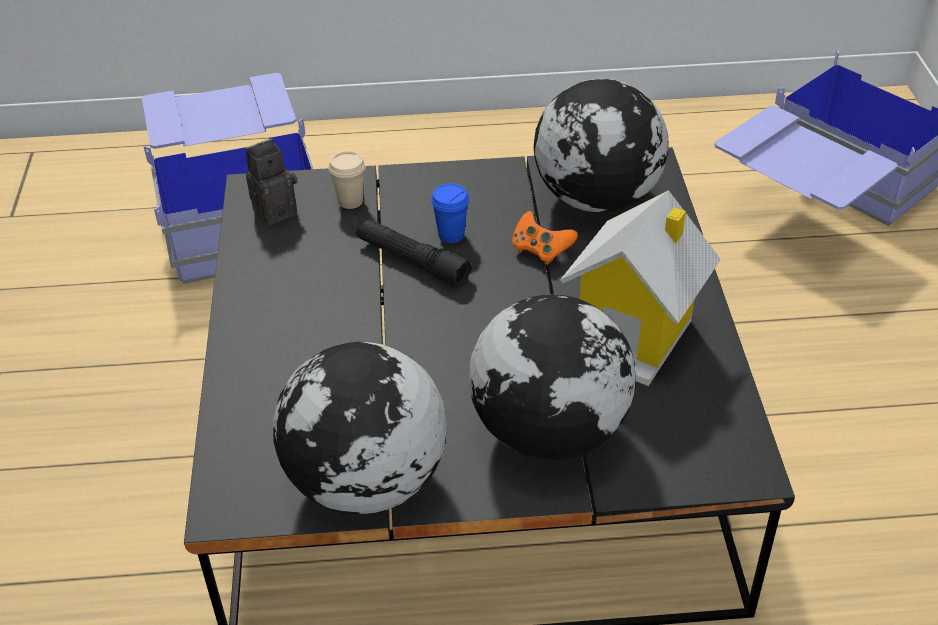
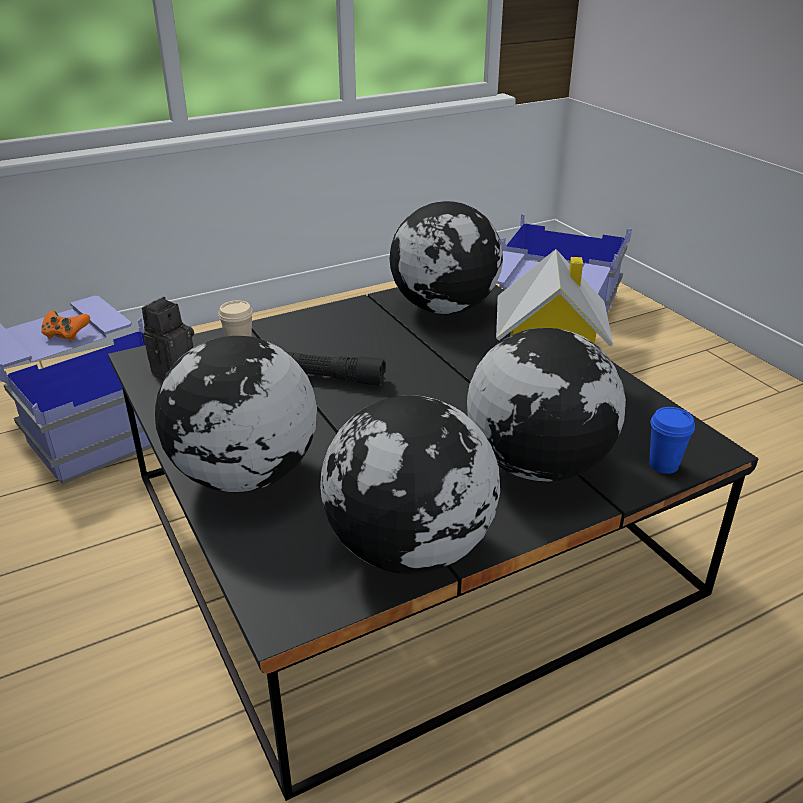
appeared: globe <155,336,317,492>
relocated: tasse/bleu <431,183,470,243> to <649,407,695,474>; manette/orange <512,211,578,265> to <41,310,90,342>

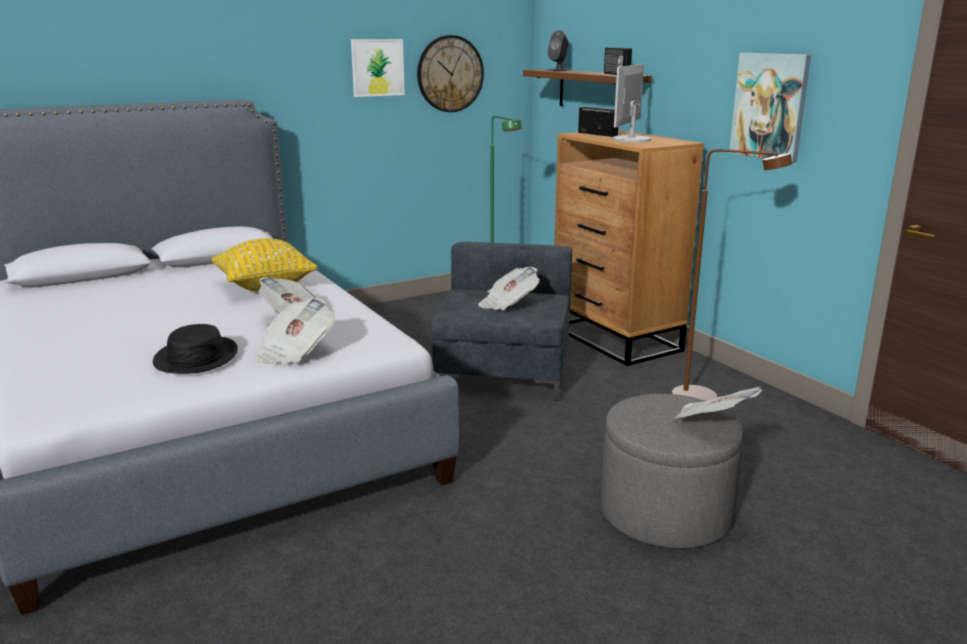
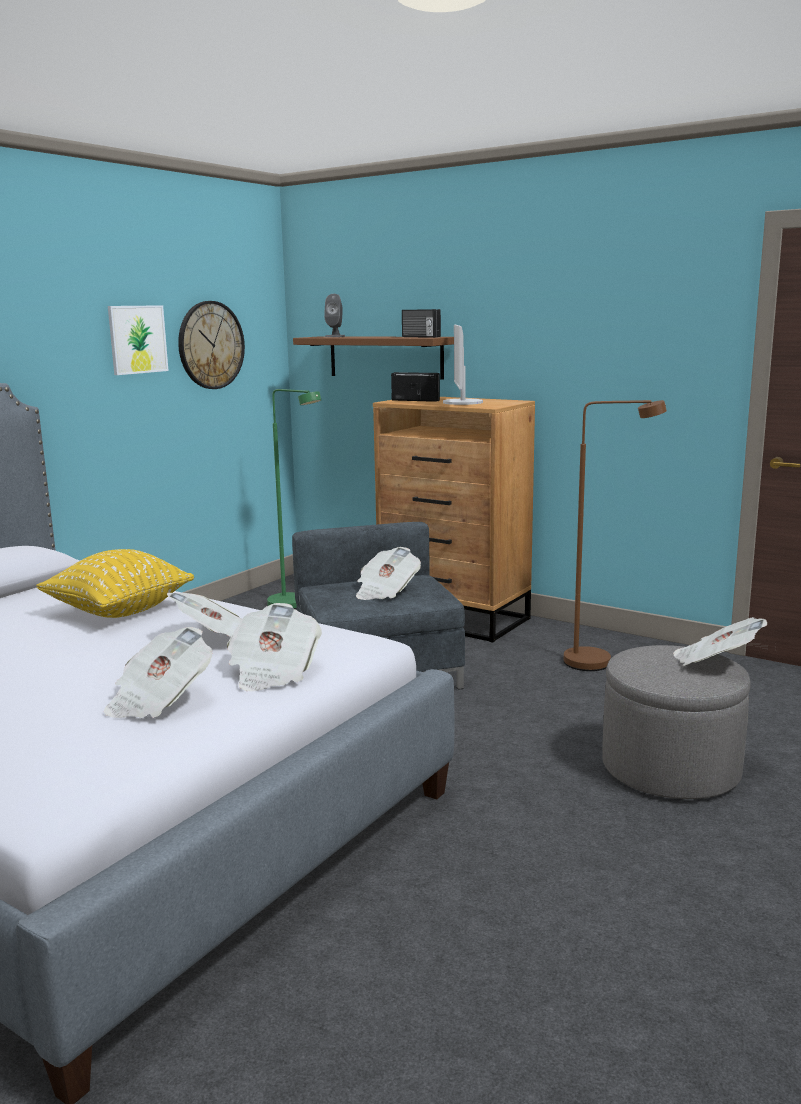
missing: tableau <729,53,811,163>
exchanged: chapeau/noir <153,324,238,374> to journal <104,627,212,718>

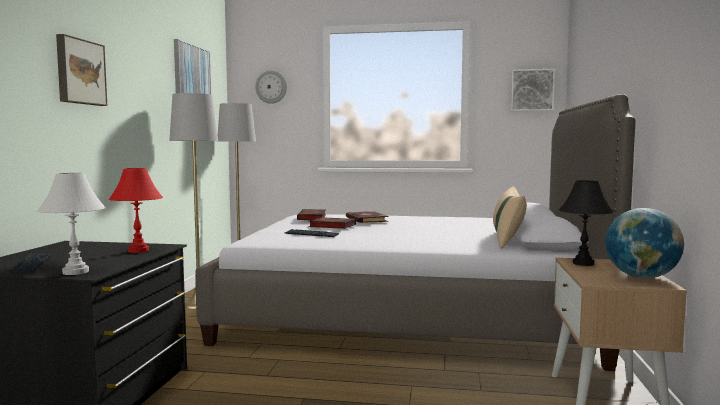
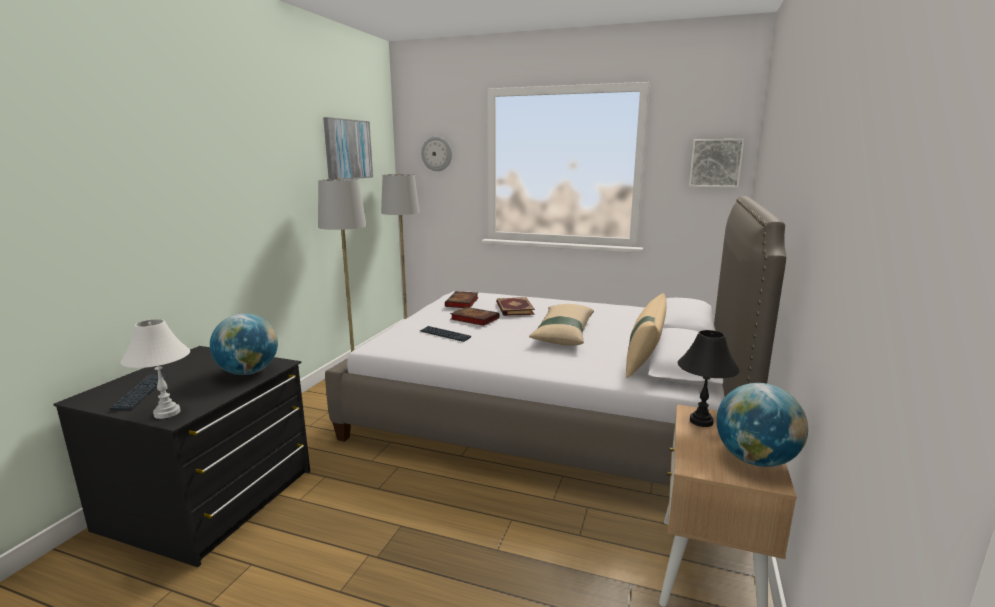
missing: tableau <56,34,107,106>
appeared: coussin/beige <529,304,594,346>
exchanged: lampe de table/rouge <109,168,163,253> to globe <210,313,278,375>

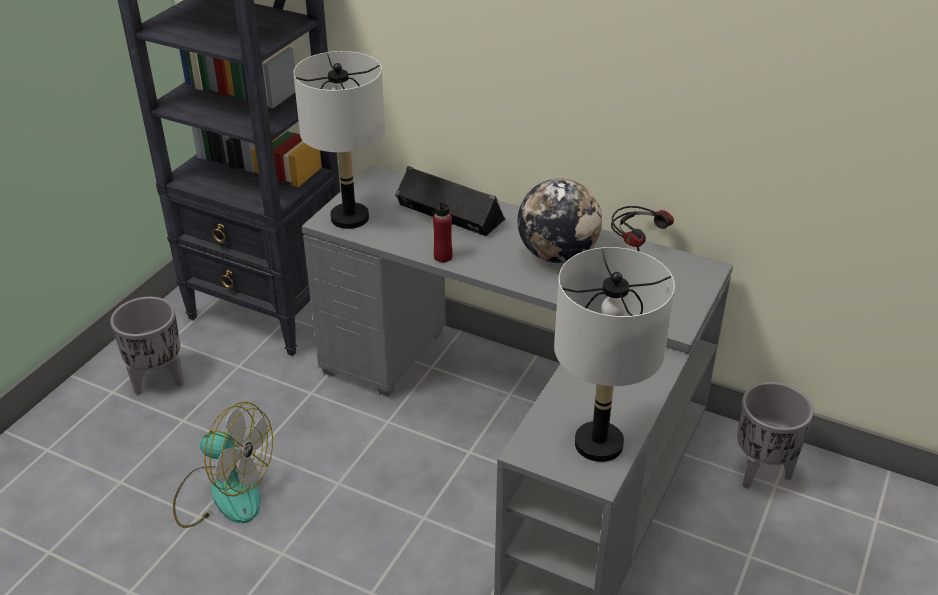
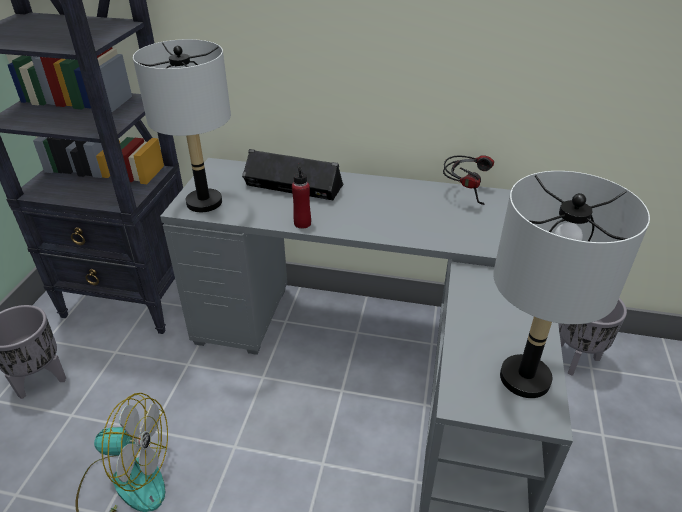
missing: globe <518,179,602,263>

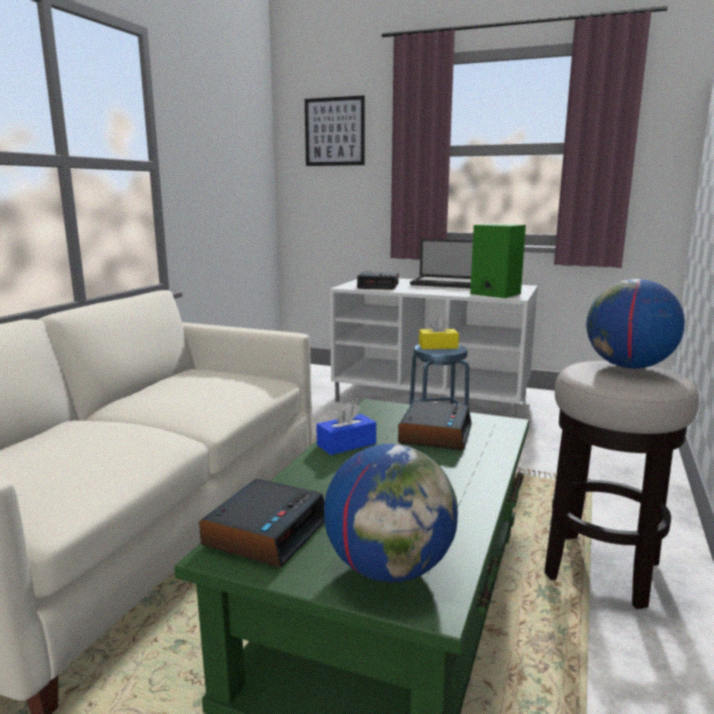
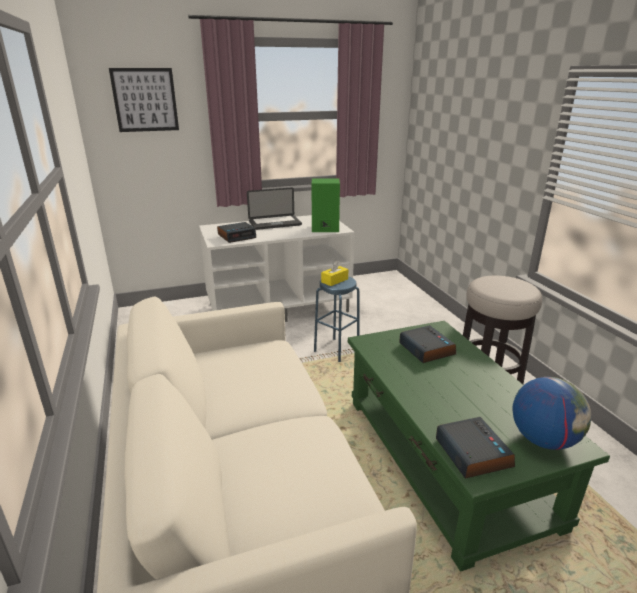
missing: boîte à mouchoirs/bleu <316,402,376,455>; globe <586,279,685,369>

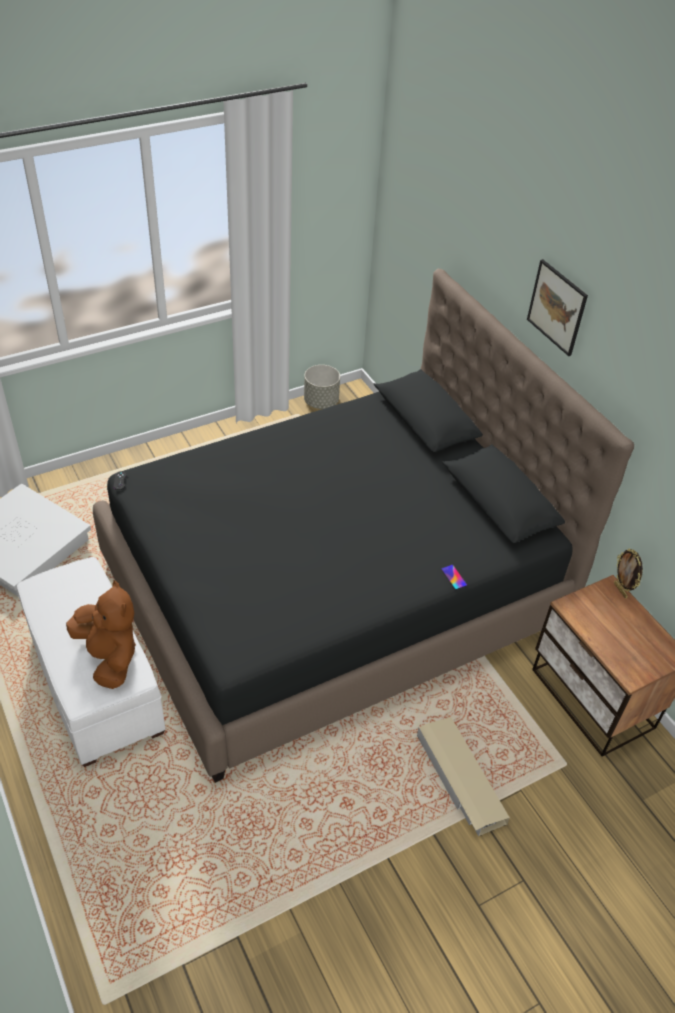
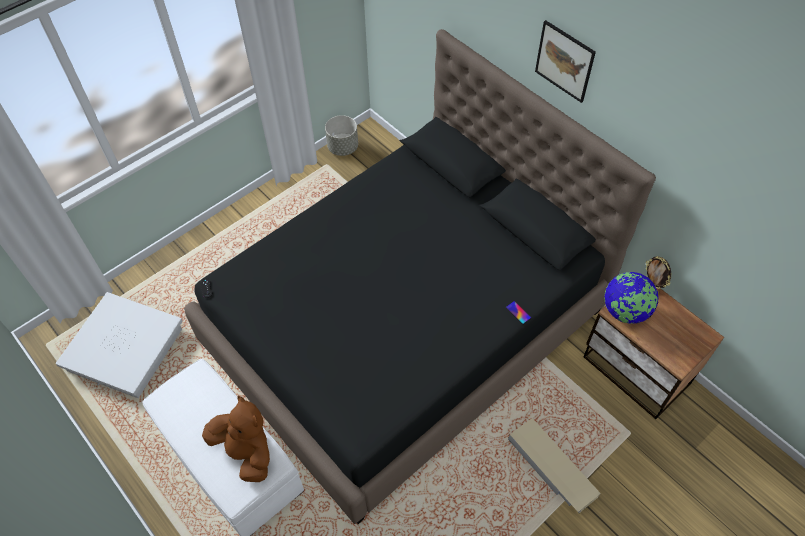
appeared: globe <604,272,659,324>

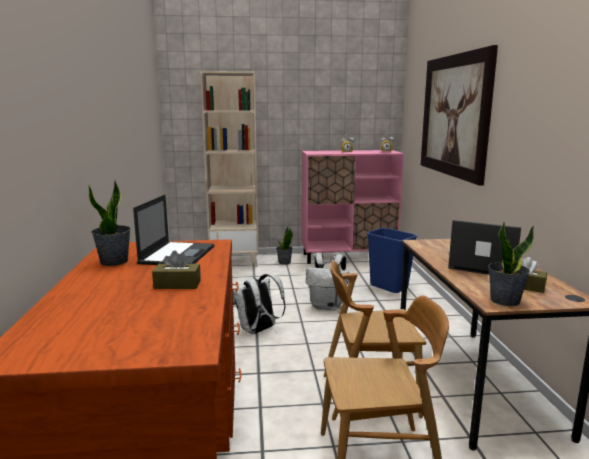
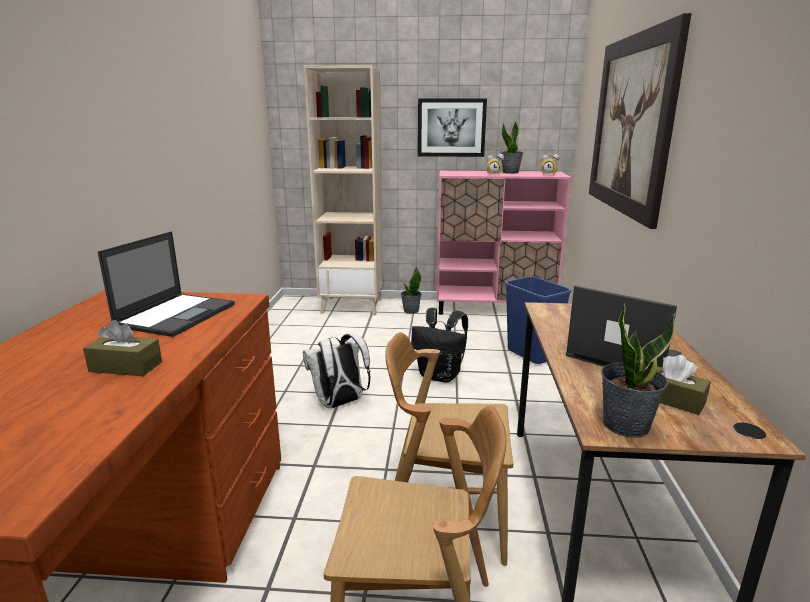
appeared: tableau <418,98,487,157>
relocated: plante en pot <88,180,131,266> to <501,121,523,174>
colour: sac à dos/blanc <306,253,349,310> to sac à dos/noir <411,308,468,382>

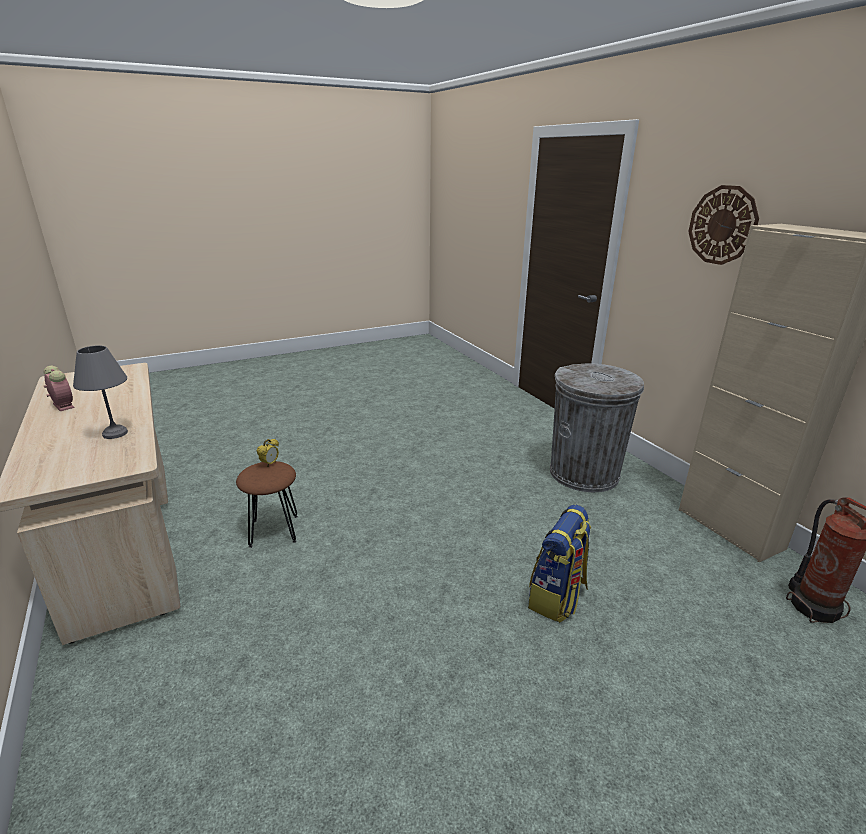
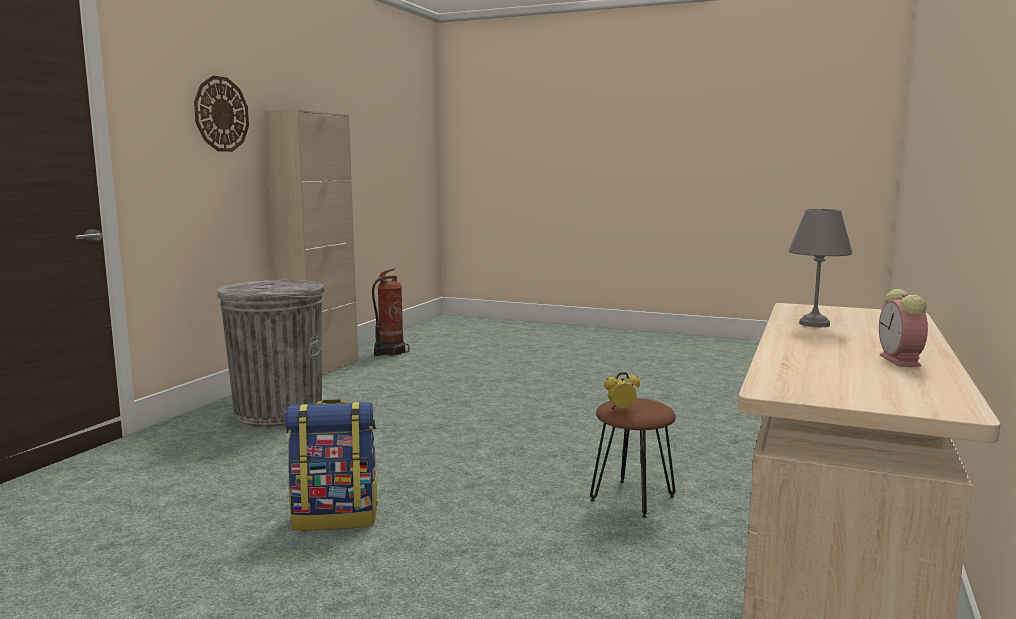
relocated: sac à dos <528,505,591,623> to <285,399,378,531>

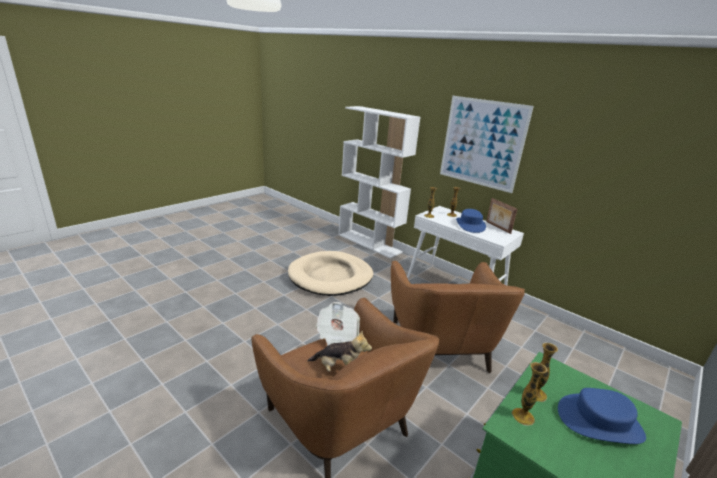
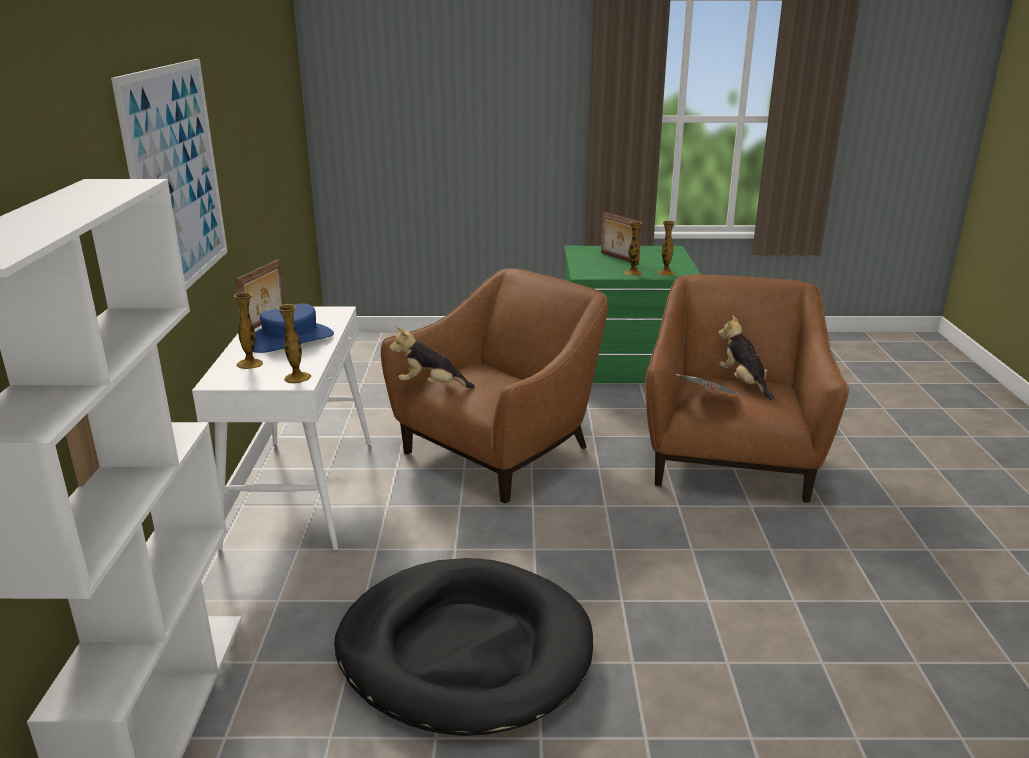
appeared: peluche <390,326,475,389>
exchanged: chapeau/bleu <558,388,646,444> to cadre photo <601,212,642,265>
colour: panier pour chien/beige <288,251,373,296> to panier pour chien/noir <334,558,593,736>

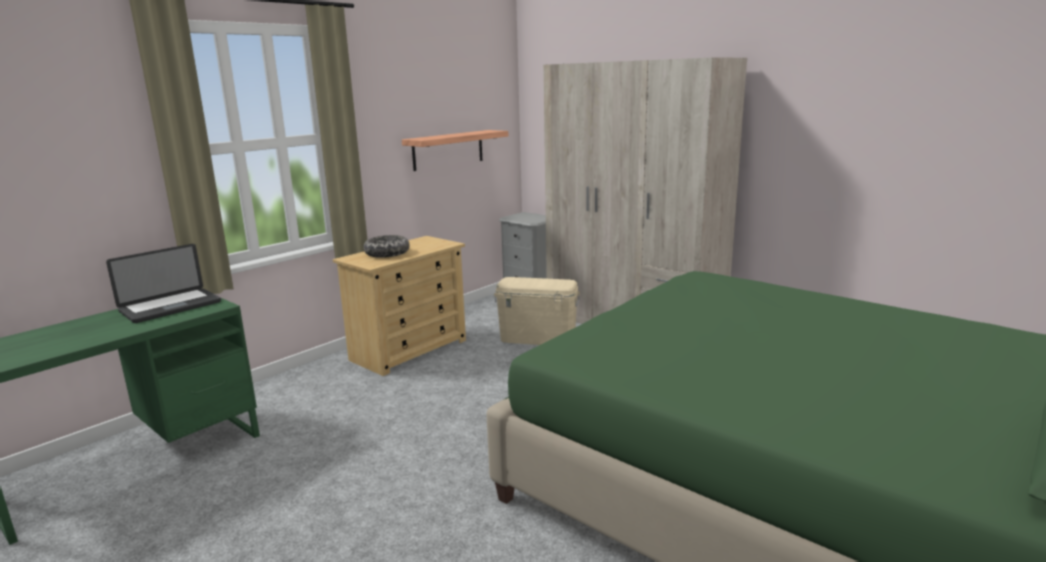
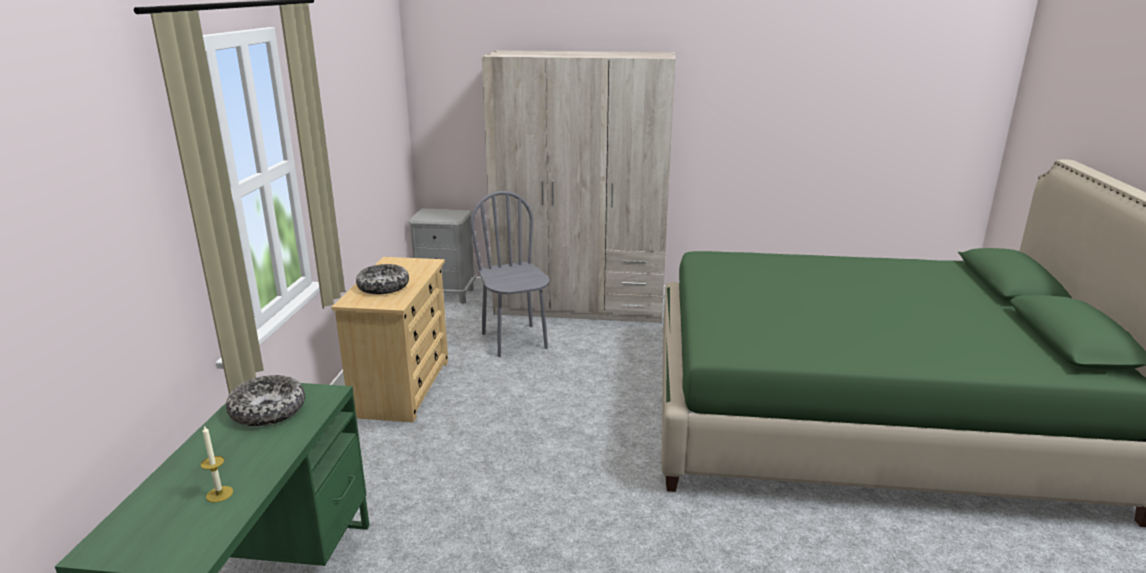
missing: étagère <402,130,508,171>
appeared: bougie <201,426,233,503>
exchanged: ordinateur portable <106,244,221,323> to bol <226,375,305,426>; boîte de rangement/beige <494,277,580,345> to chaise/gris <470,191,550,357>

